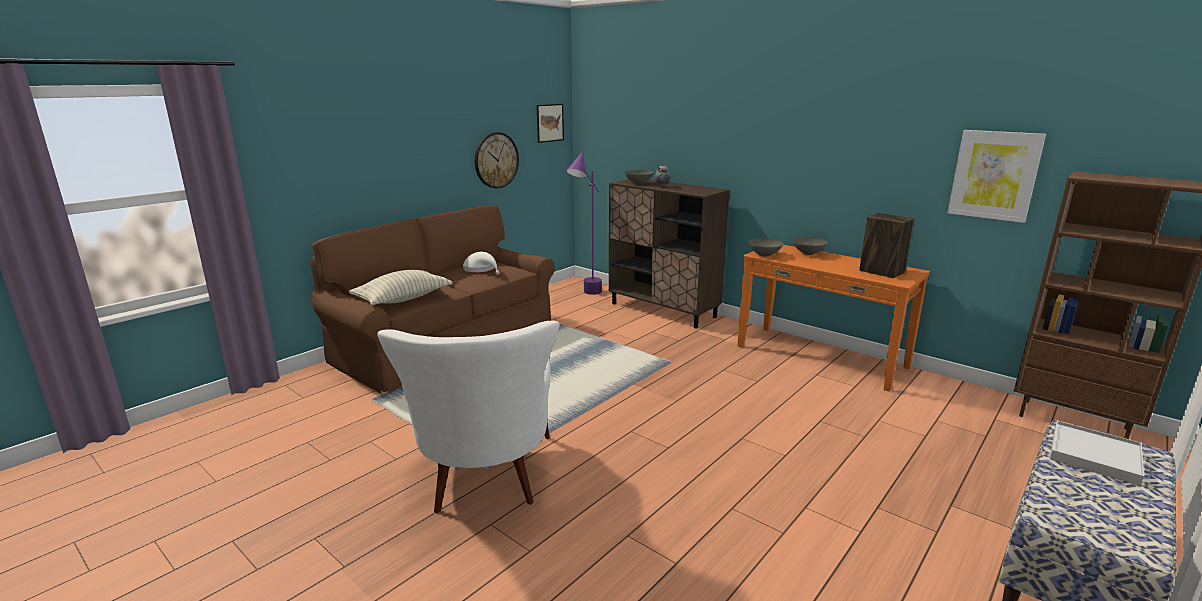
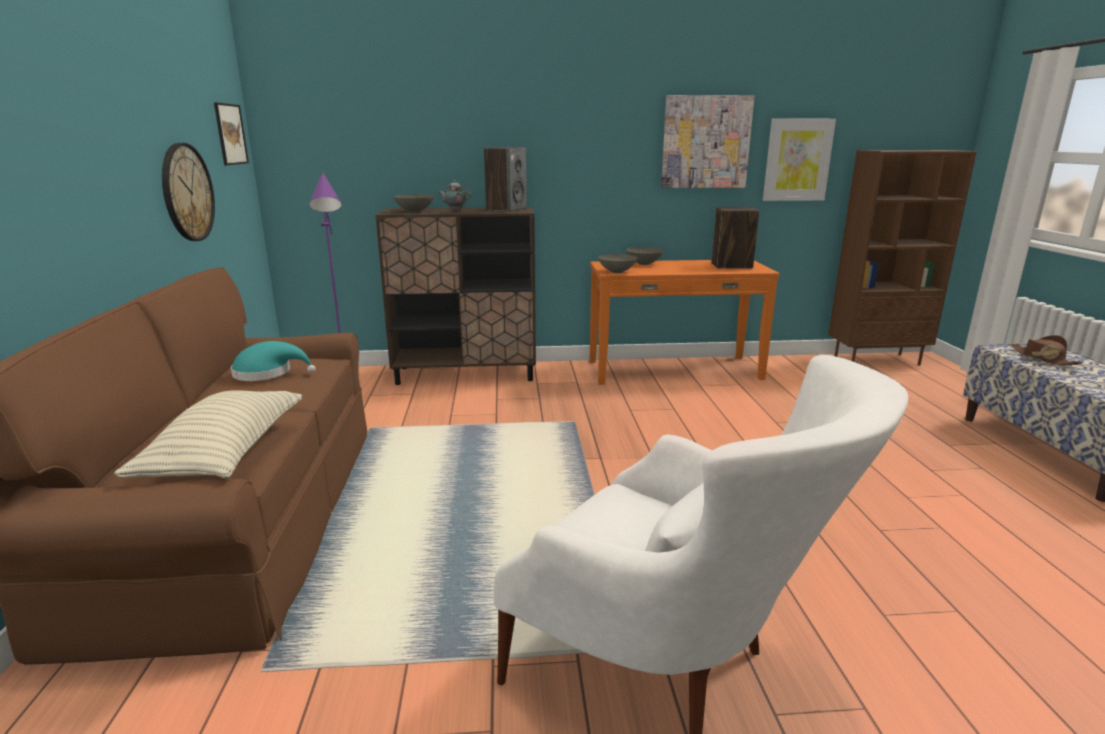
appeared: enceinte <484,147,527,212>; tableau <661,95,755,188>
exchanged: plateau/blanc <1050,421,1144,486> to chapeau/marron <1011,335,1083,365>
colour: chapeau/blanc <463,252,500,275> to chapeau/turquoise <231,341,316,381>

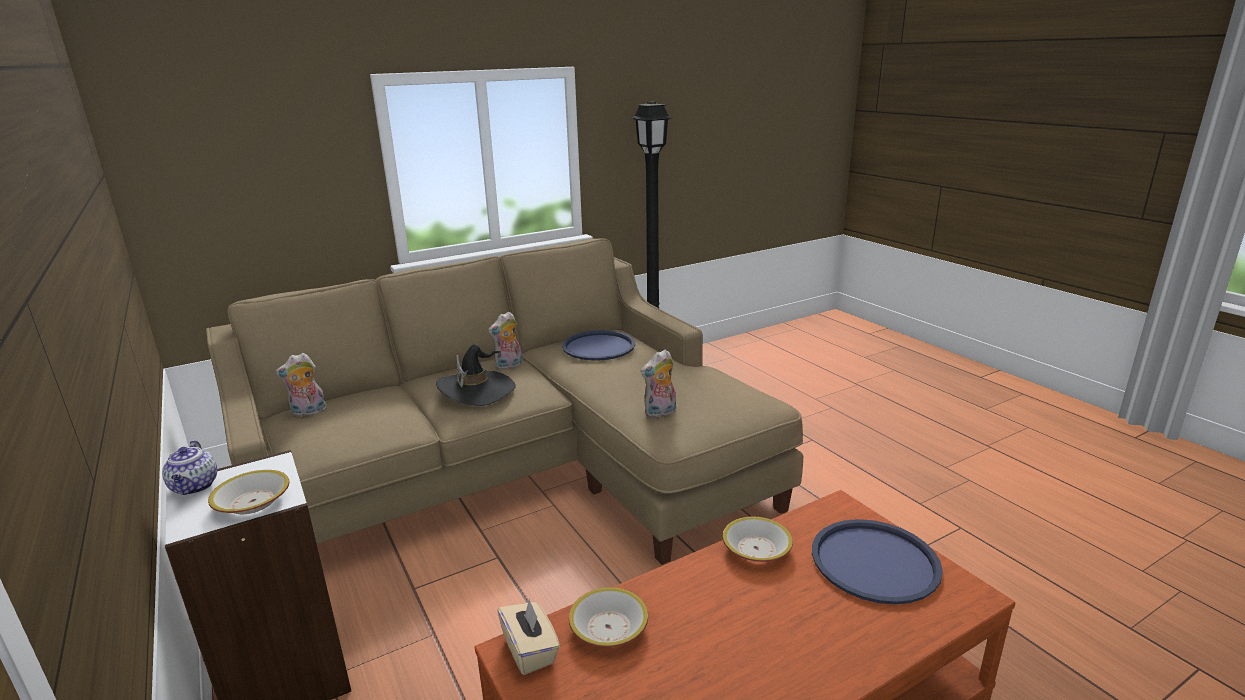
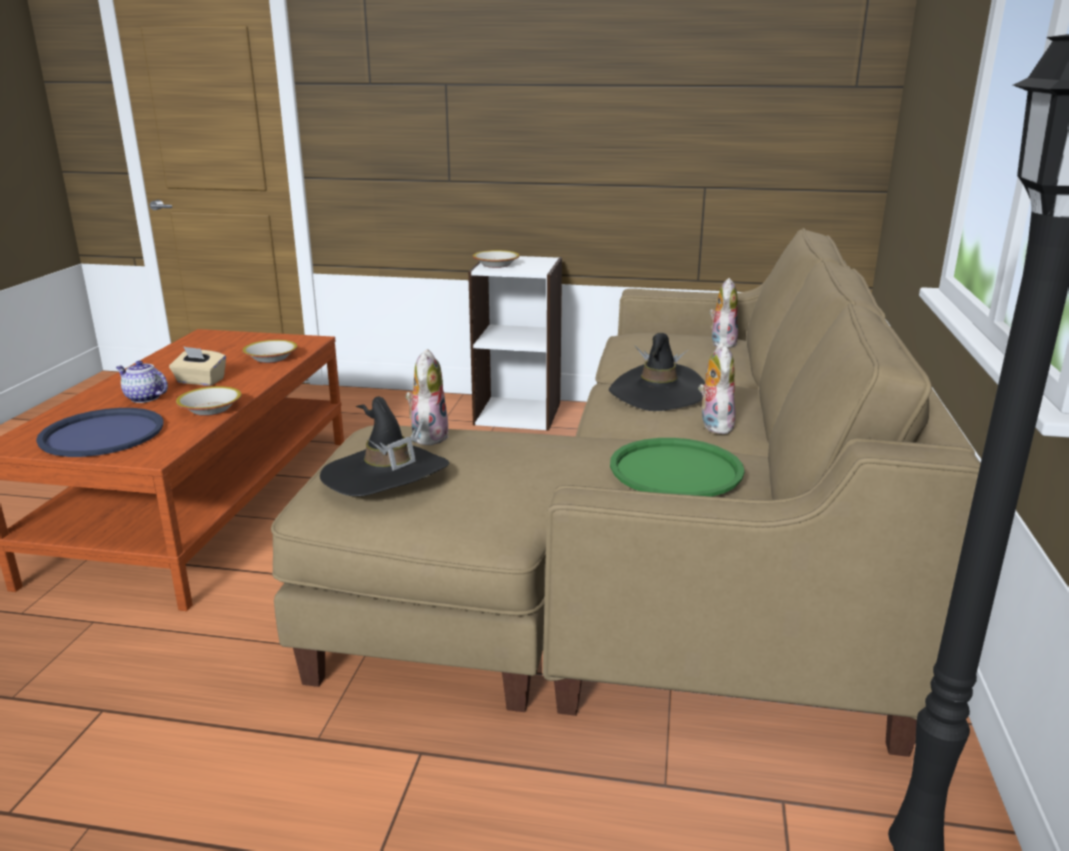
appeared: chapeau/noir <320,397,449,496>
relocated: théière <162,440,217,495> to <116,361,168,403>; boîte à mouchoirs/beige <497,598,560,675> to <169,346,226,386>
colour: plateau/bleu <562,330,635,361> to plateau/vert <610,438,744,497>

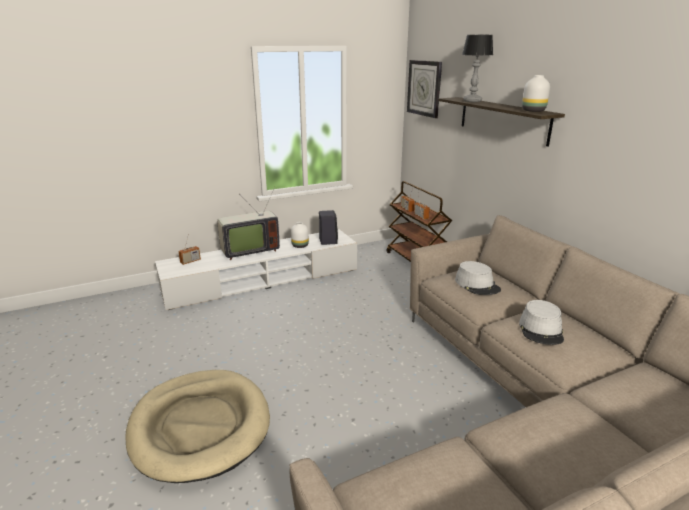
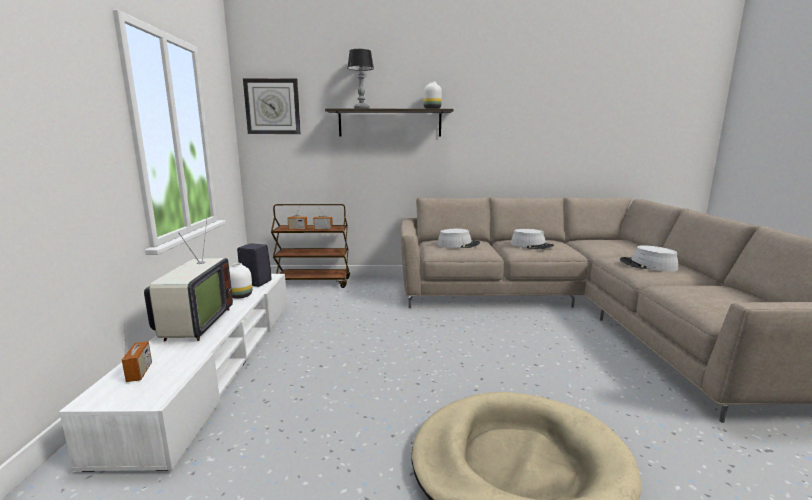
appeared: chapeau/gris <620,245,679,272>

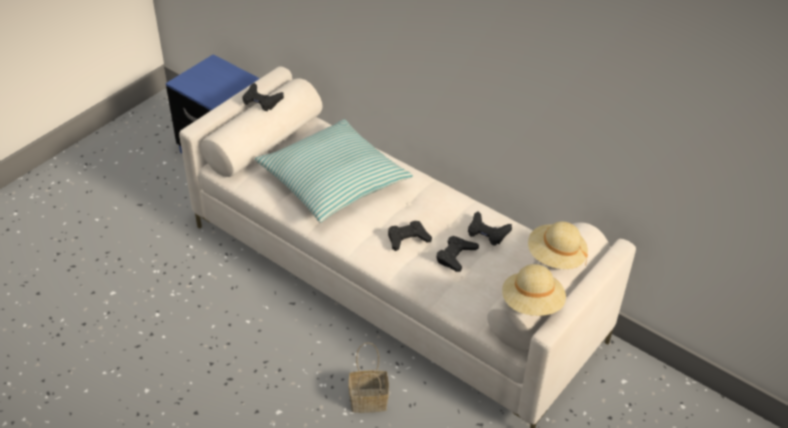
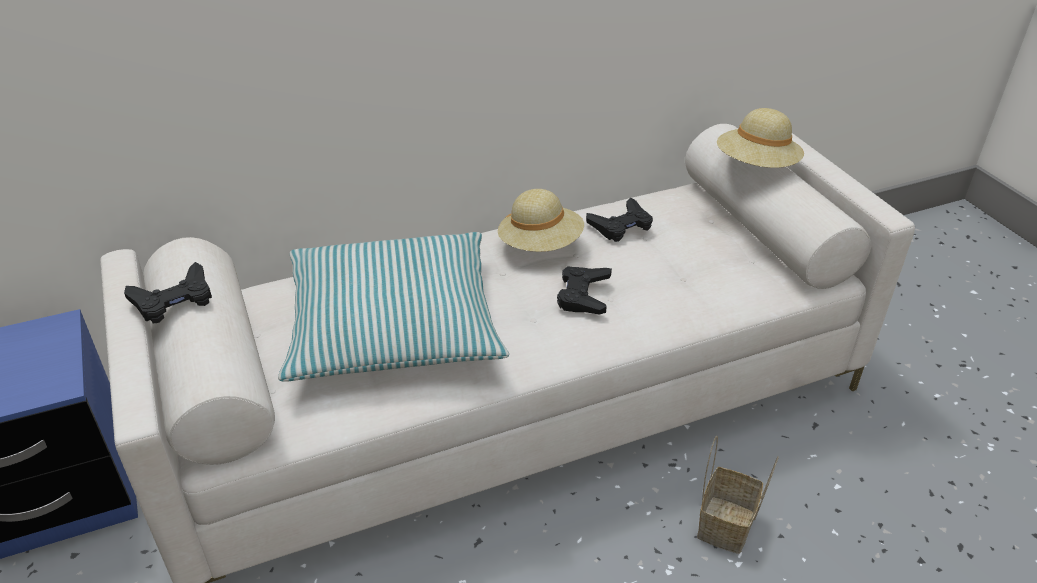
missing: manette/noir <436,236,479,272>
relocated: chapeau/beige <502,264,566,316> to <498,189,584,252>

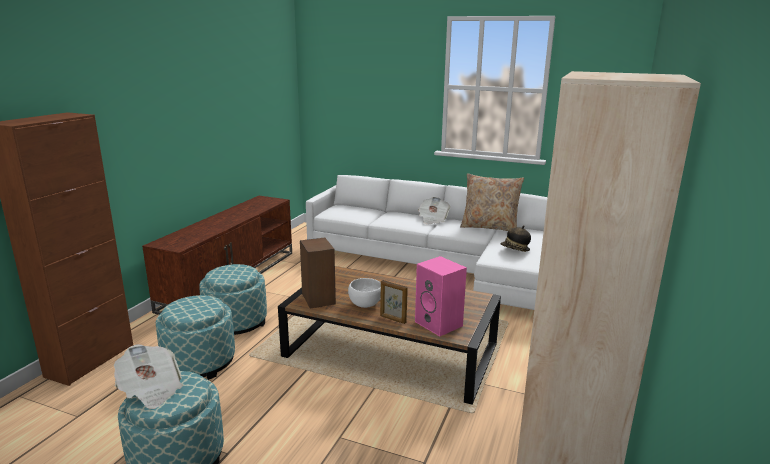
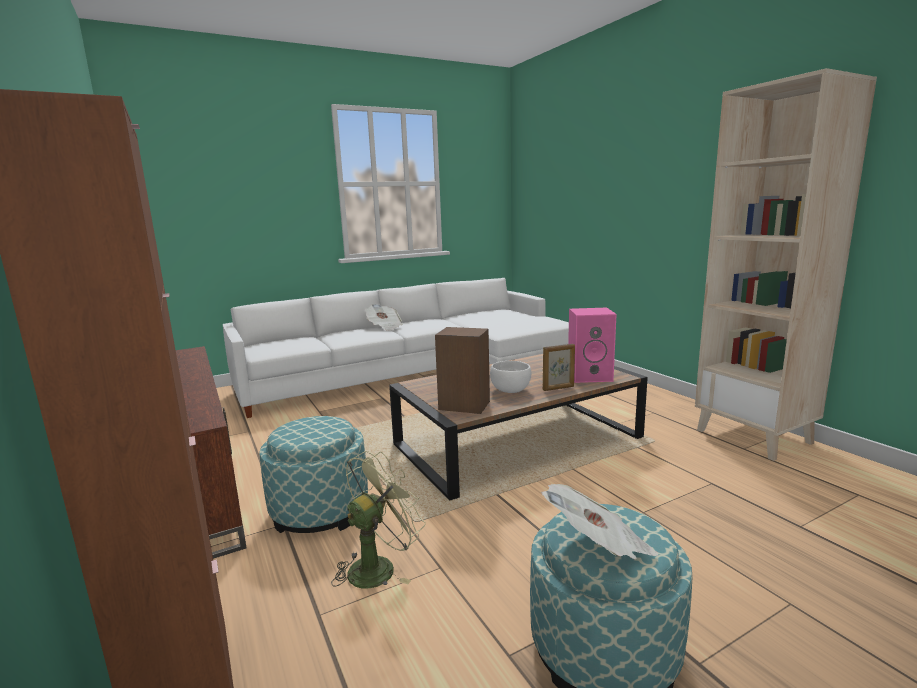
missing: coussin/beige <460,174,524,231>; chapeau <501,225,531,252>
exchanged: pouf <156,295,235,380> to ventilateur/vert <331,451,425,589>

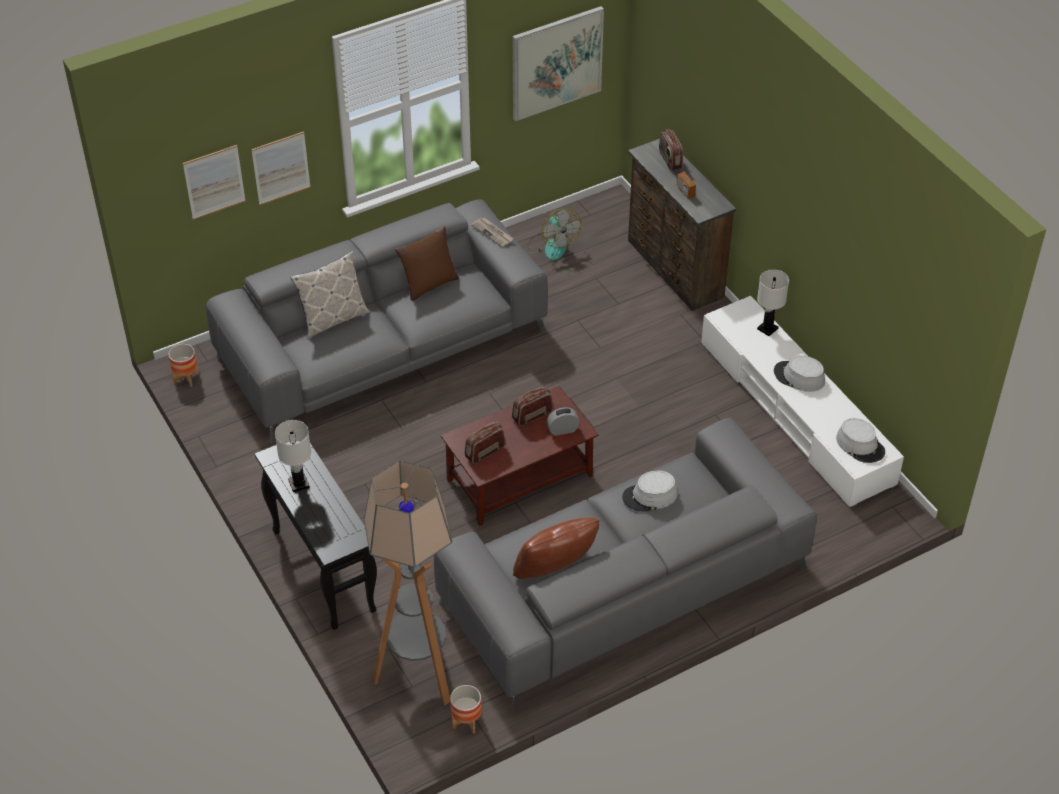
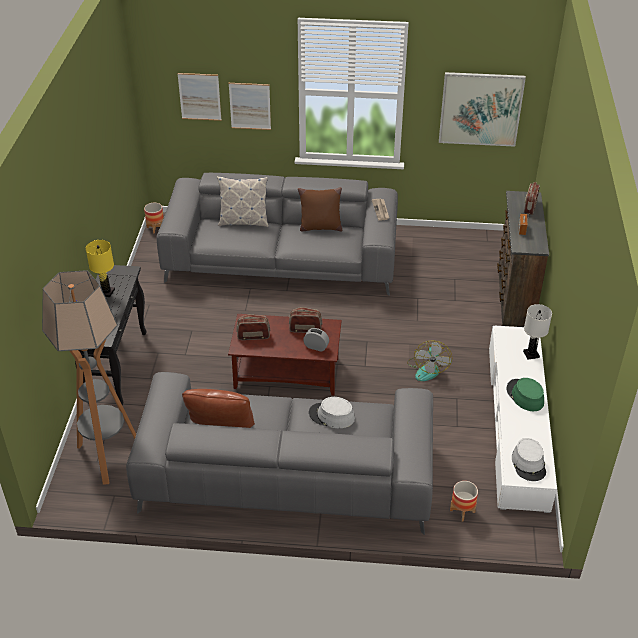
relocated: cache-pot <450,685,482,734> to <450,481,478,522>; ventilateur <527,209,581,261> to <407,340,452,381>
colour: lampe de table/blanc <275,420,311,492> to lampe de table/jaune <86,240,115,297>; chapeau/gris <774,355,825,392> to chapeau/vert <507,378,544,411>

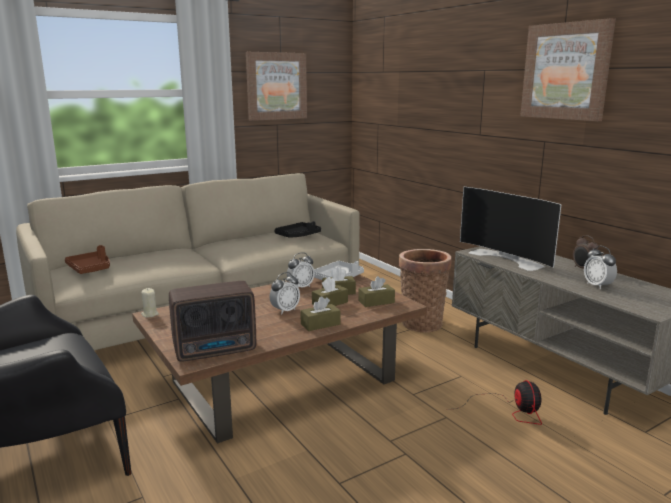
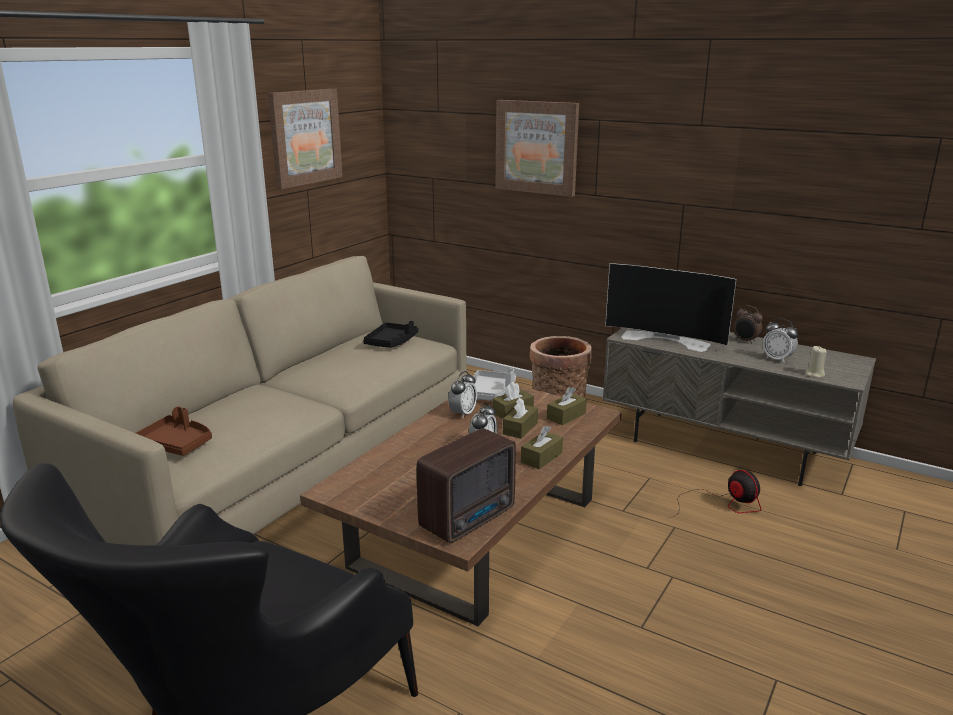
relocated: bougie/beige <141,288,159,318> to <805,346,827,378>; tableau <520,18,616,121> to <496,100,579,197>

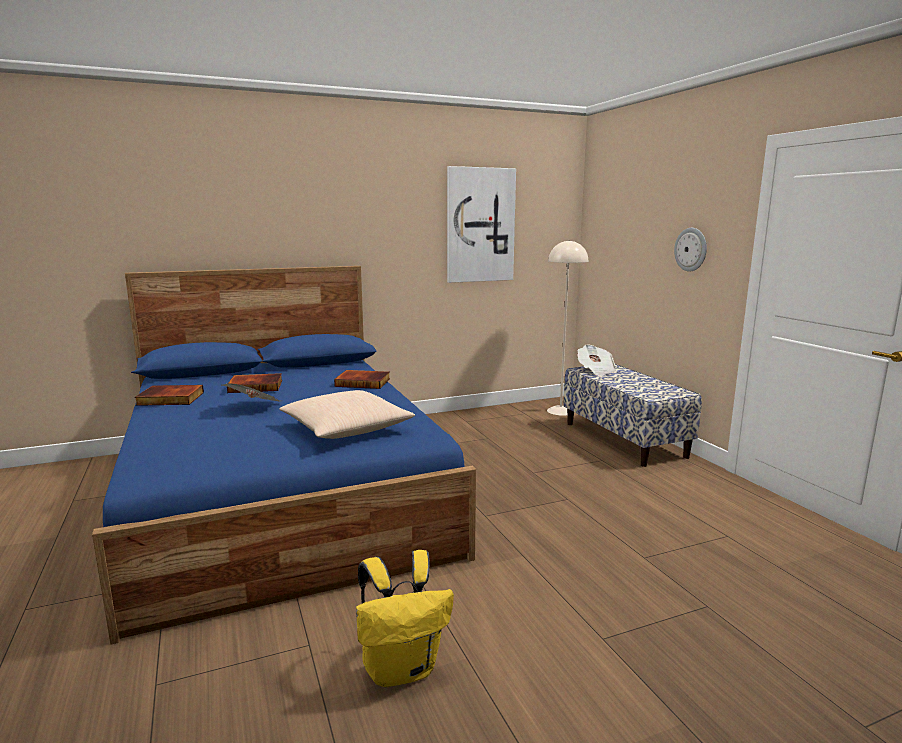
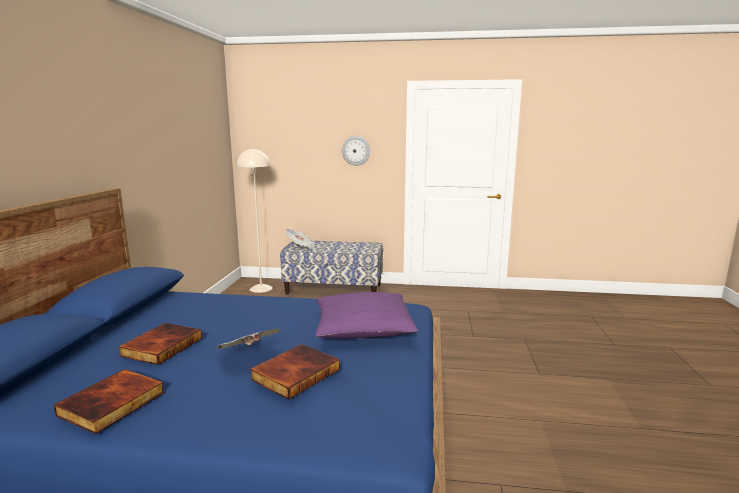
missing: sac à dos/jaune <356,550,454,687>; tableau <447,166,516,283>
relocated: livre <334,370,390,389> to <250,344,340,400>
colour: coussin/beige <279,390,415,439> to coussin/violet <315,292,418,338>

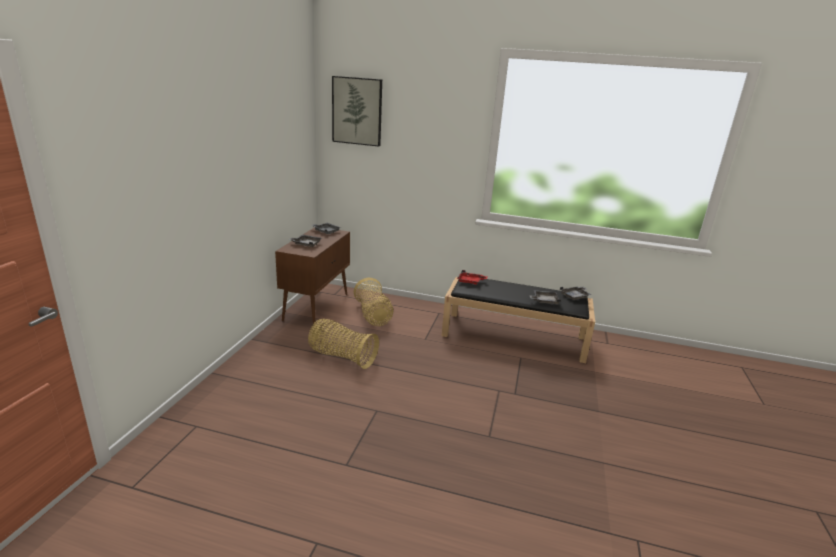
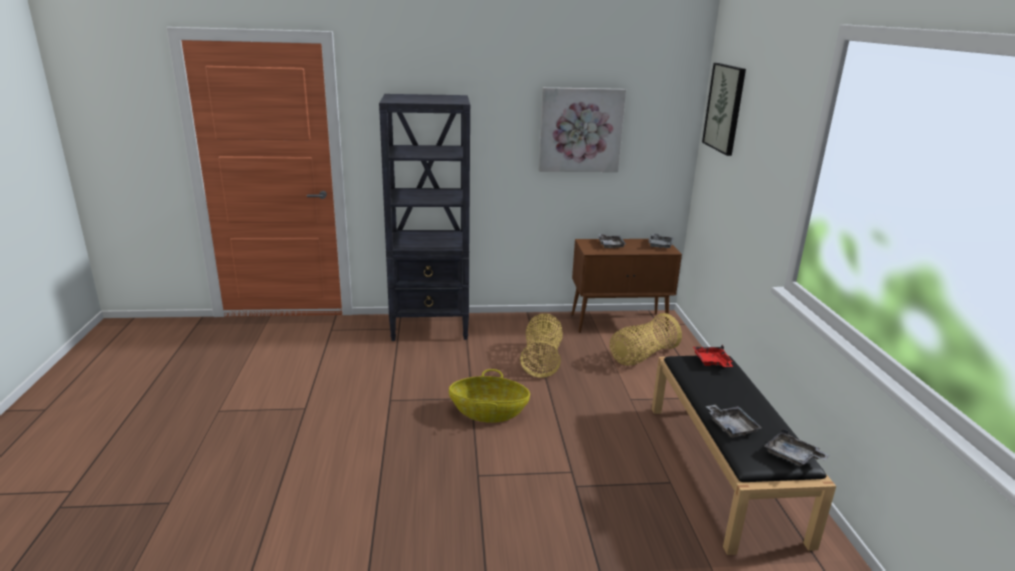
appeared: bibliothèque/noir <379,94,470,341>; panier <449,369,530,423>; tableau <539,87,626,172>

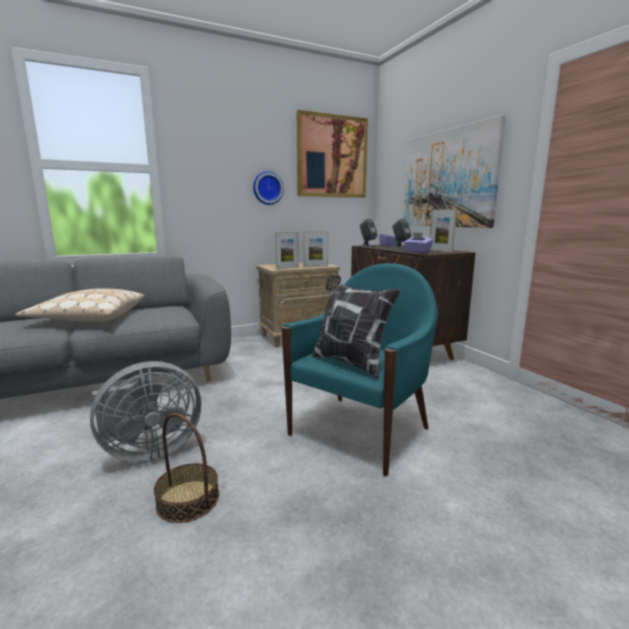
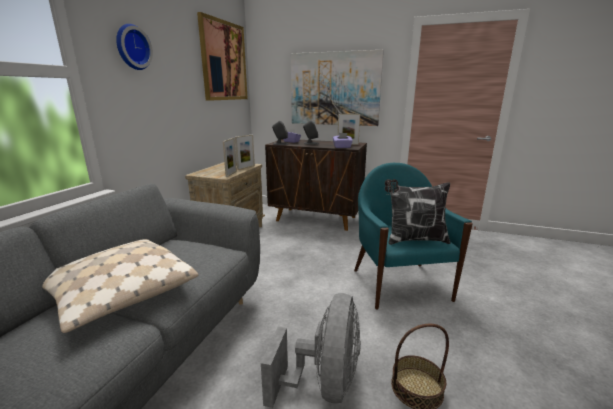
relocated: horloge murale <253,171,284,205> to <116,24,153,70>

